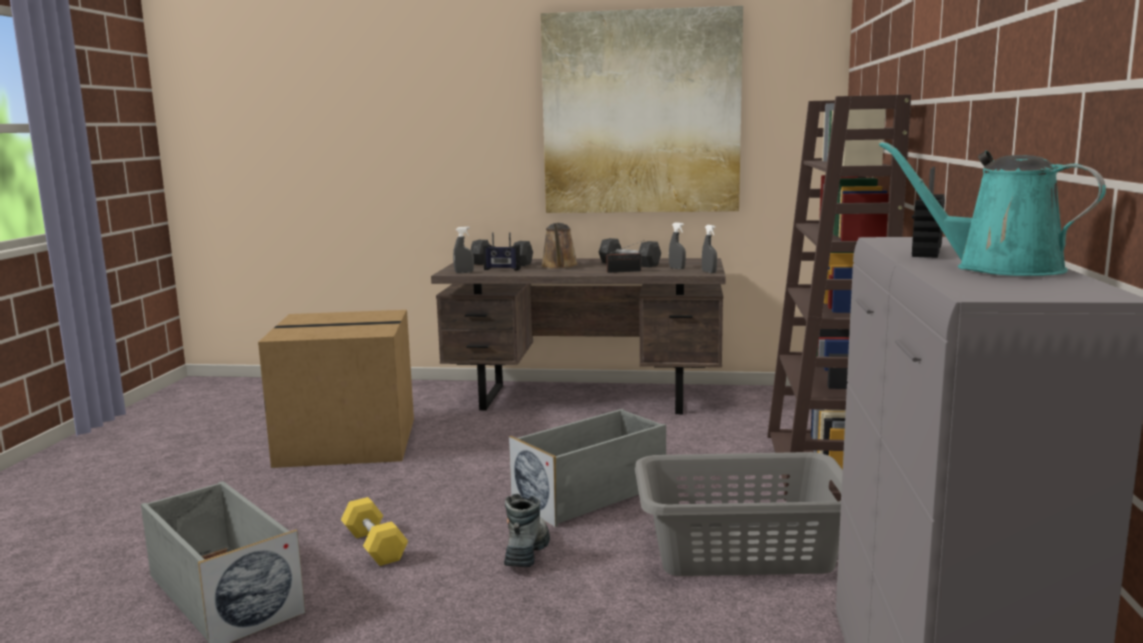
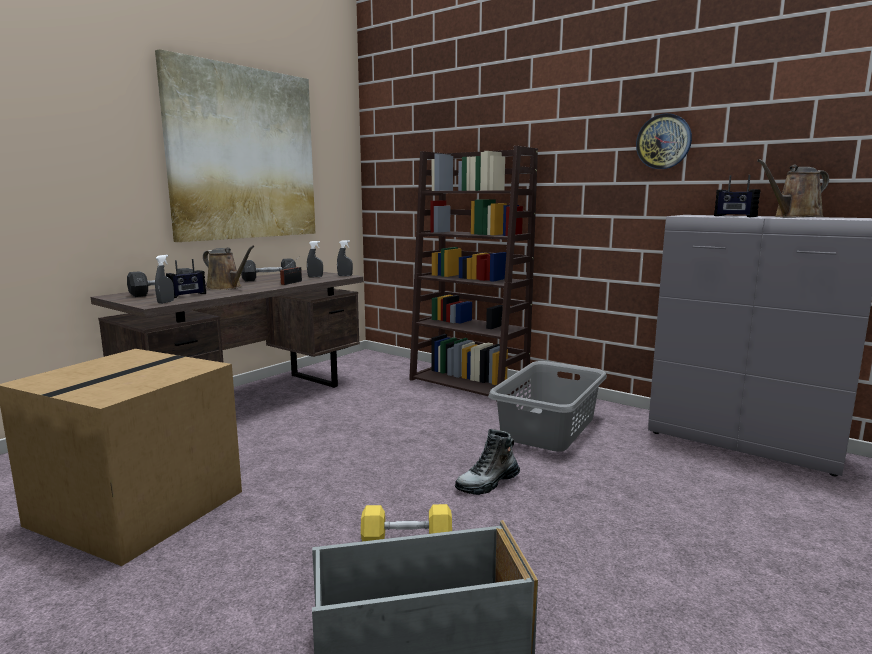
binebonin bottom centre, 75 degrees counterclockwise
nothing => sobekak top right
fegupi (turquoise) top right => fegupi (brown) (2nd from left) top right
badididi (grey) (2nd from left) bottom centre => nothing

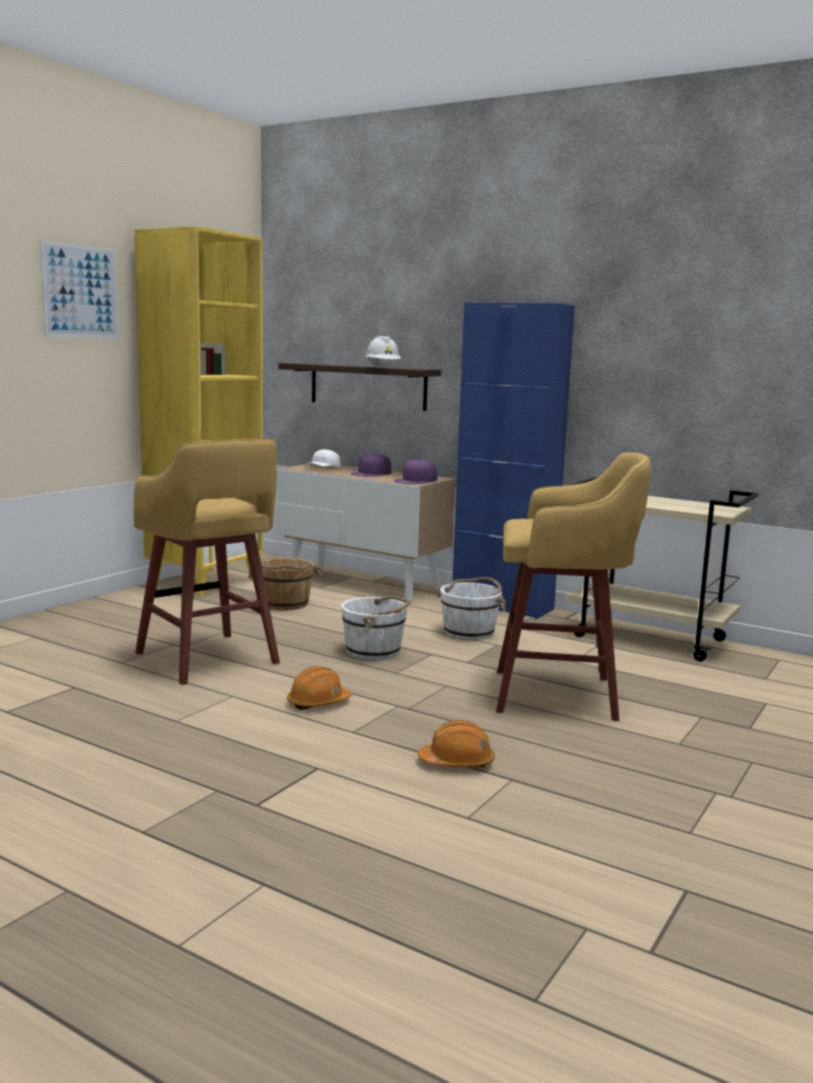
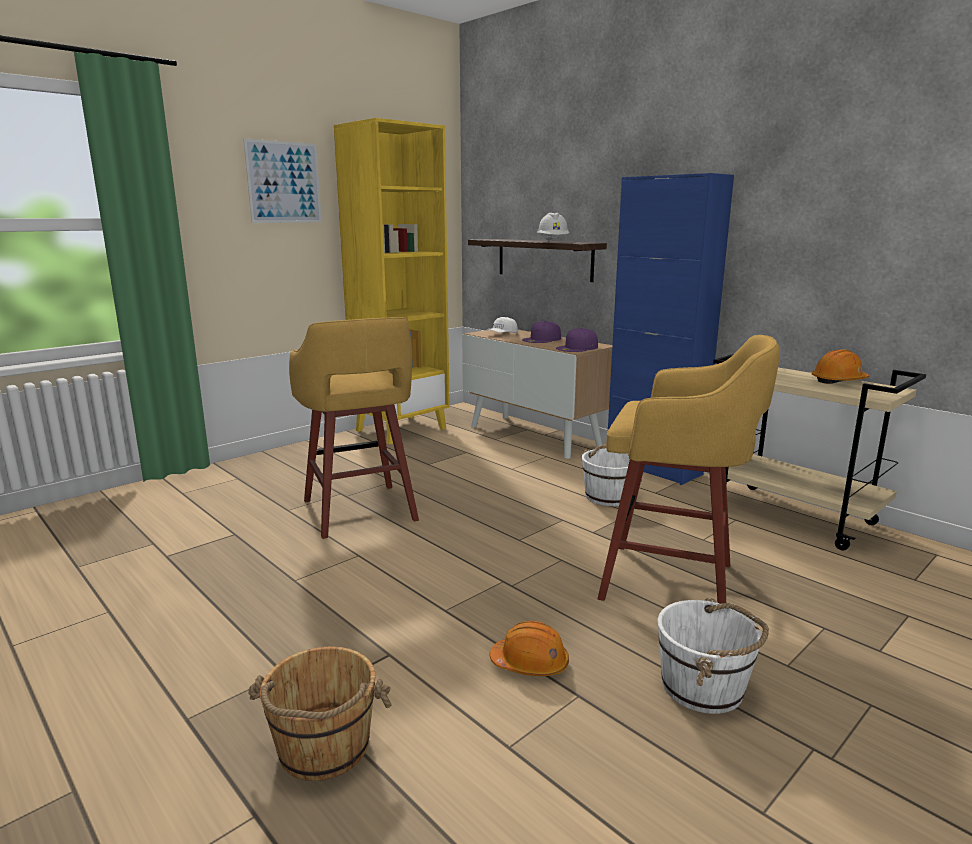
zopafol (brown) centre => zopafol (brown) bottom left, move
zopafol (white) (1st from left in the first image) centre => zopafol (white) (2nd from left) bottom right, move
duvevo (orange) (1st from left in the first image) centre => duvevo (orange) (2nd from left) middle right, move

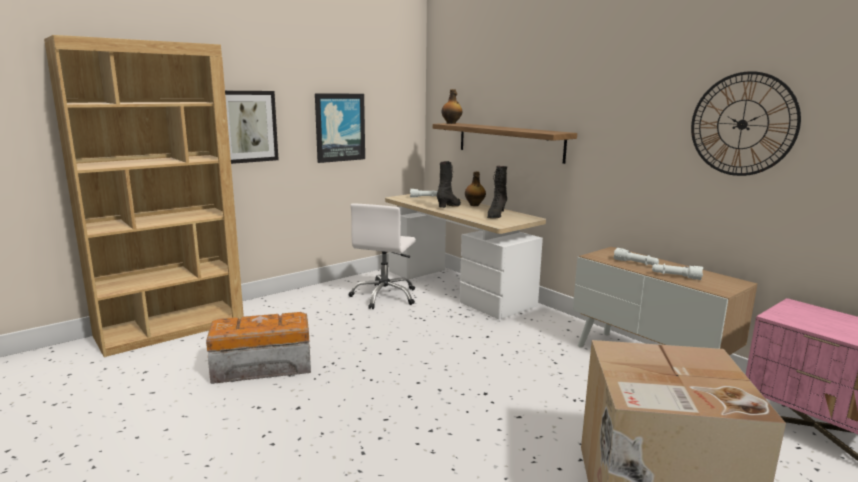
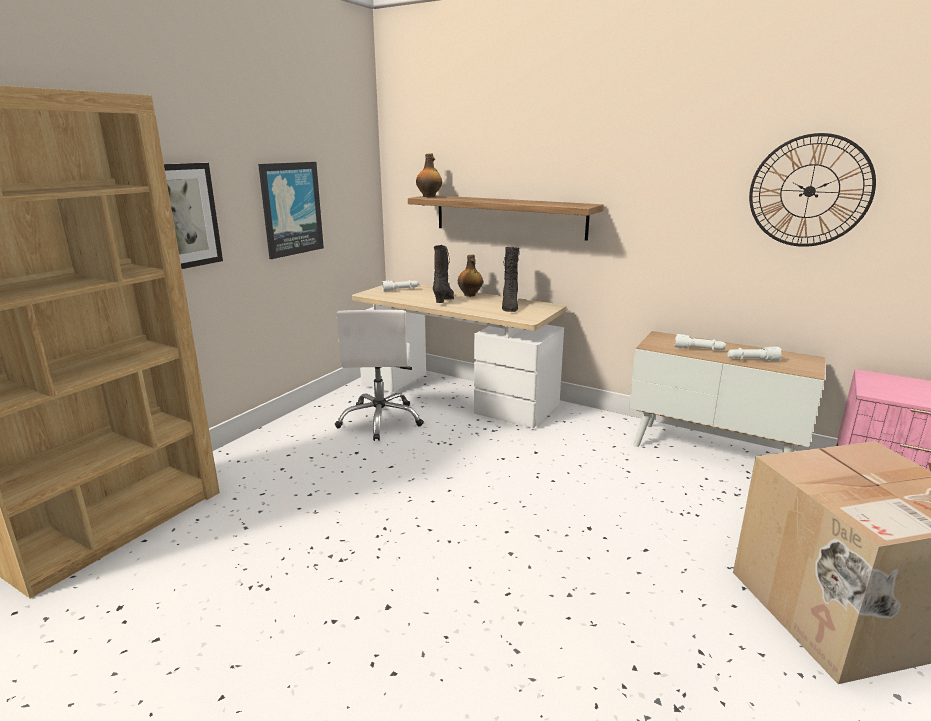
badididi bottom left => nothing

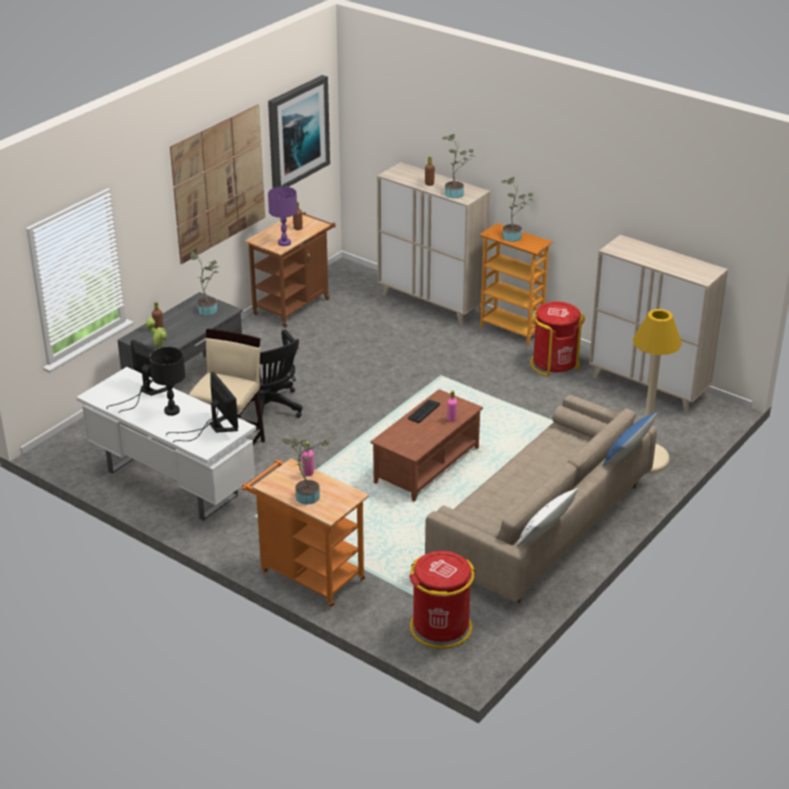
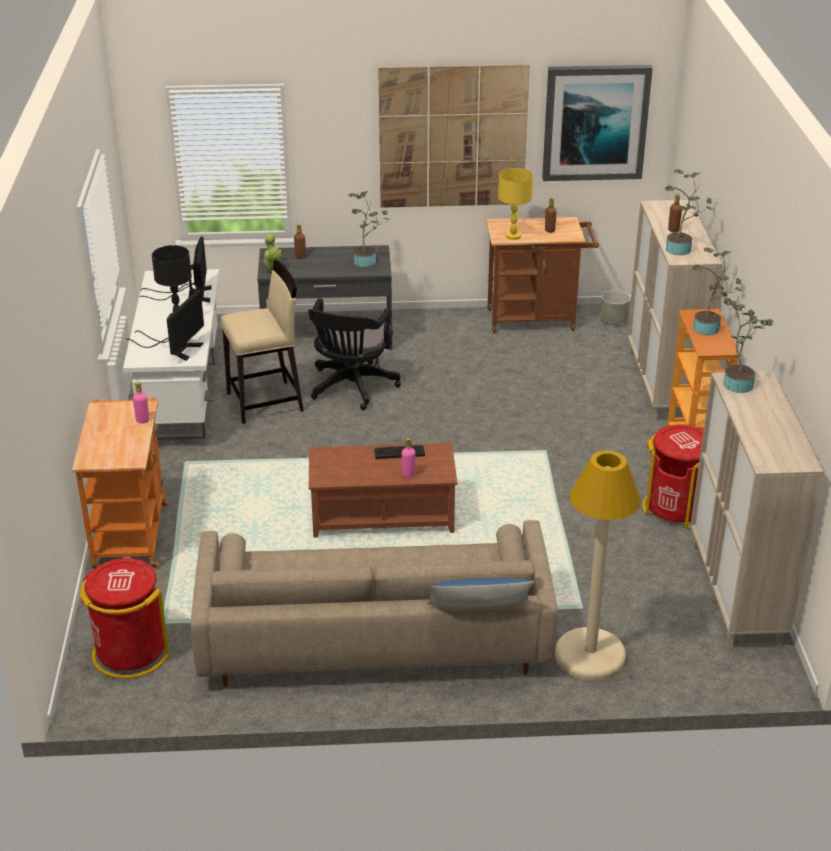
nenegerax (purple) top centre => nenegerax (yellow) top centre
nothing => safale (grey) middle right
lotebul (3rd from left in the first image) centre => lotebul (5th from left) middle right, move
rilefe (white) middle right => nothing

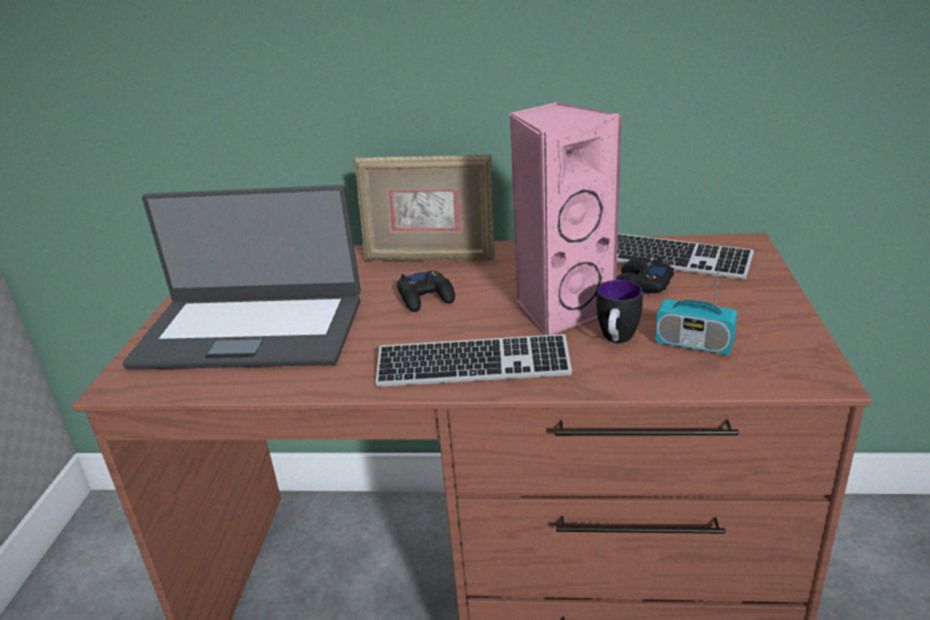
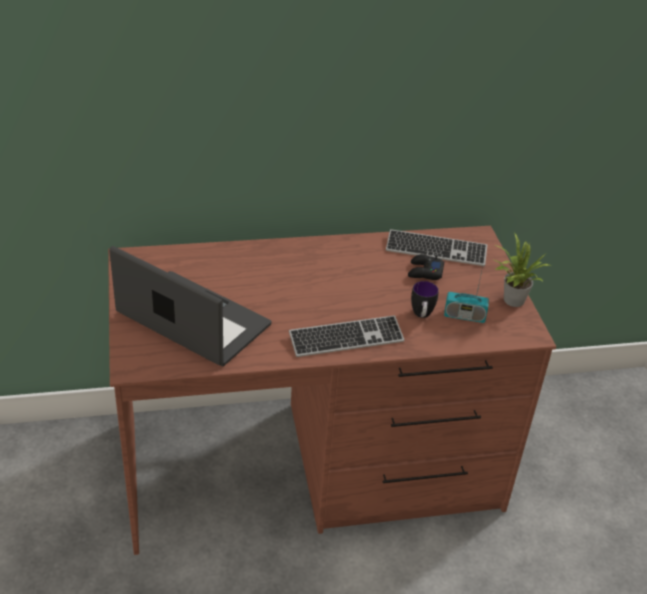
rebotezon middle left, 135 degrees counterclockwise
nothing => lotebul middle right
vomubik centre => nothing
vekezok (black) (1st from left) centre => nothing
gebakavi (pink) centre => nothing

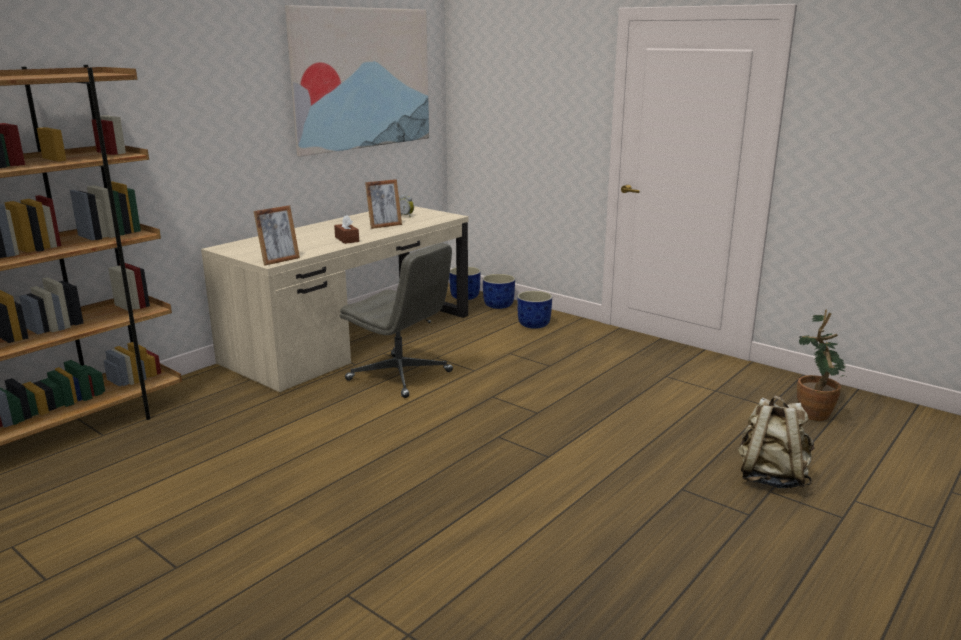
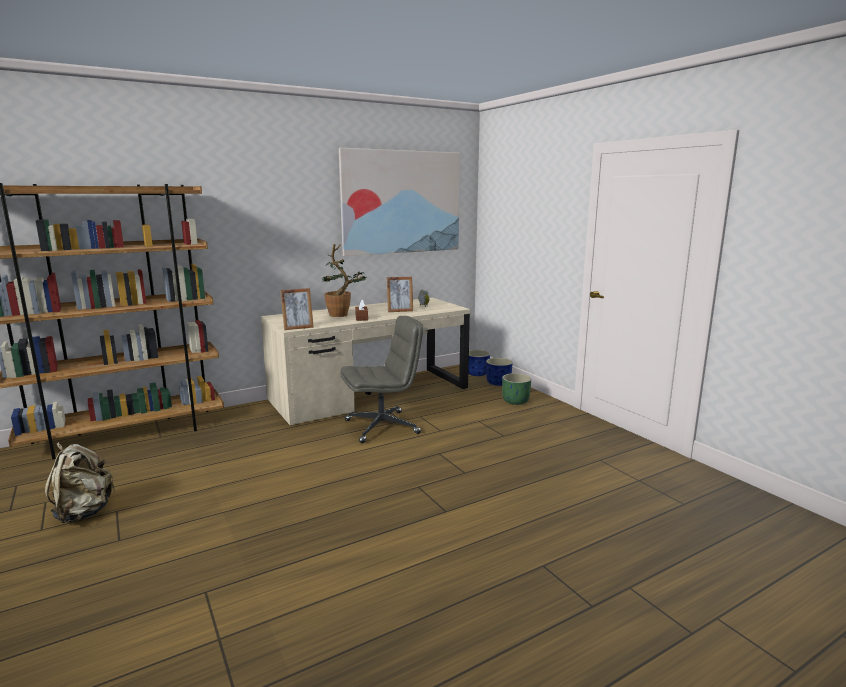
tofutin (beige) bottom right => tofutin (beige) bottom left, move
lotebul middle right => lotebul centre, move
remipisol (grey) centre, 75 degrees counterclockwise
safale (blue) (3rd from left) centre => safale (green) centre

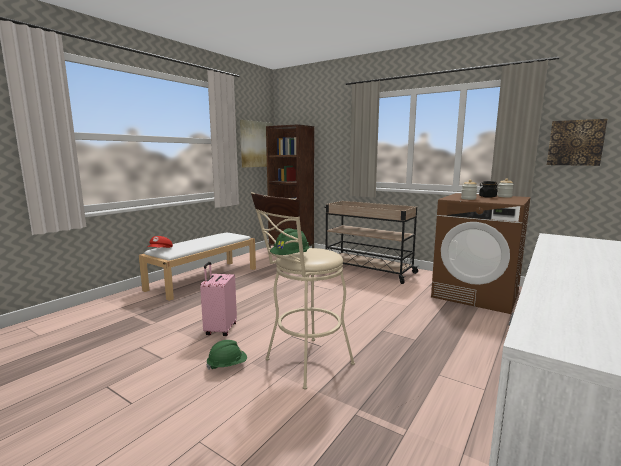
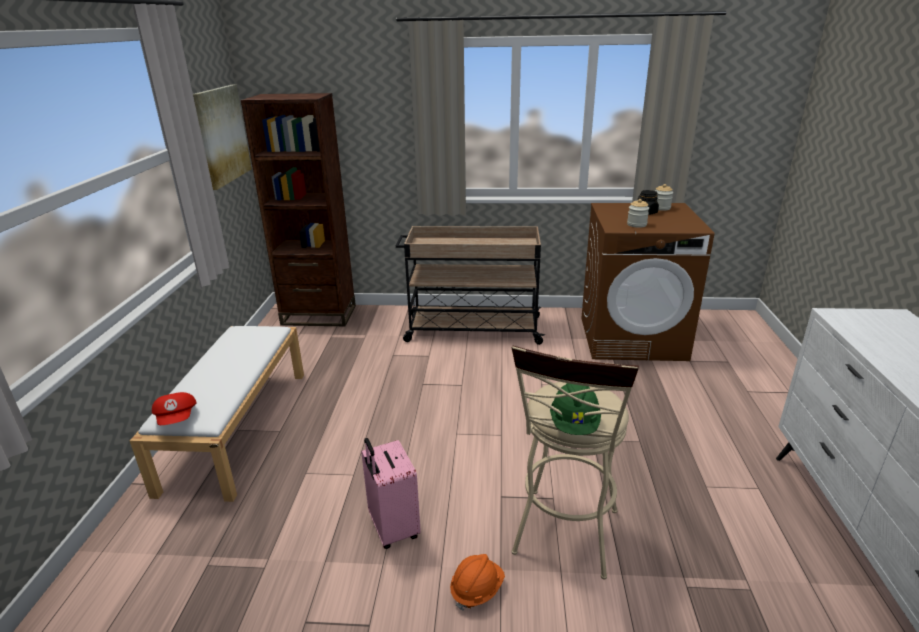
duvevo (green) (1st from left) bottom centre => duvevo (orange) bottom centre
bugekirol (2nd from left) top right => nothing

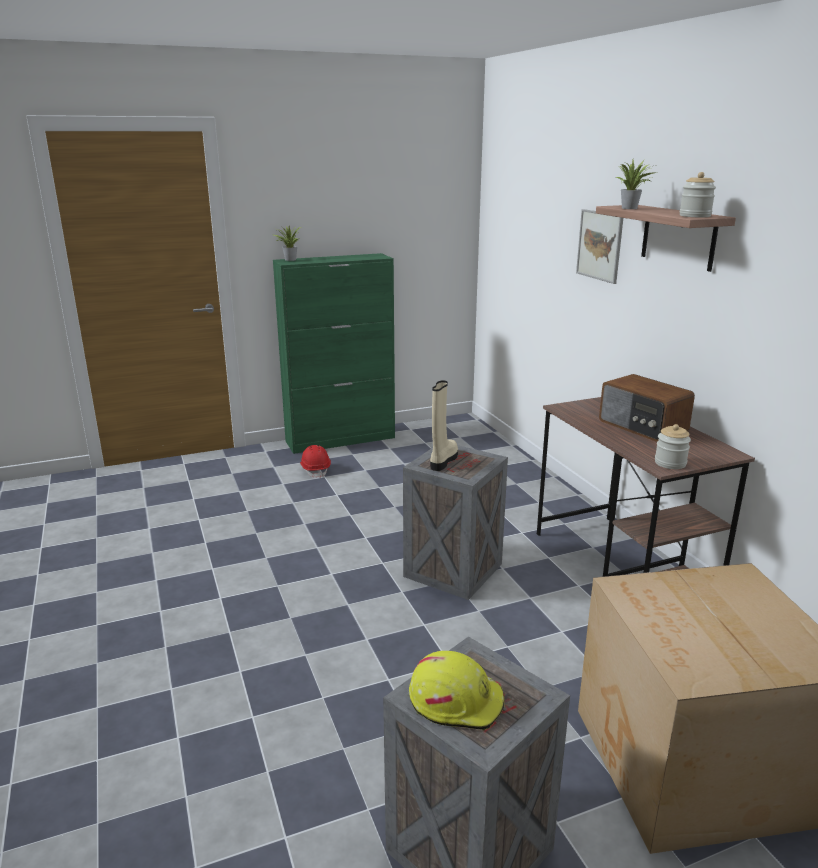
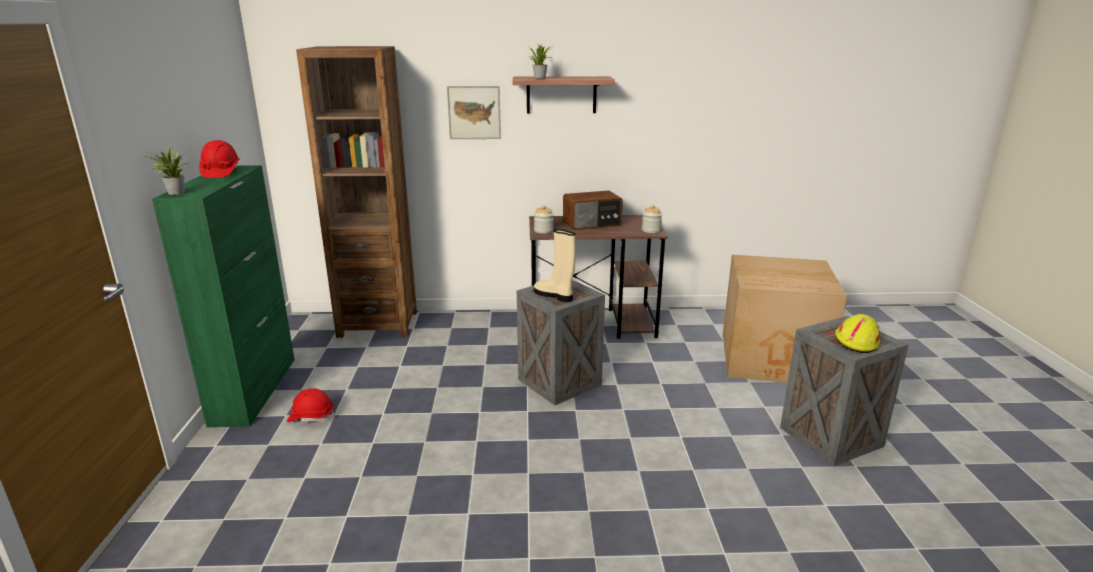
nothing => duvevo (red) (1st from left) top left
nothing => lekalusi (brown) middle left
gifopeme (2nd from left in the first image) top right => gifopeme (1st from left) centre, move

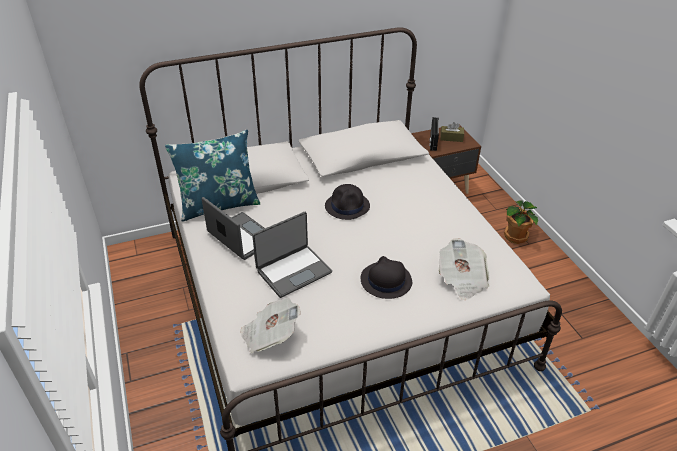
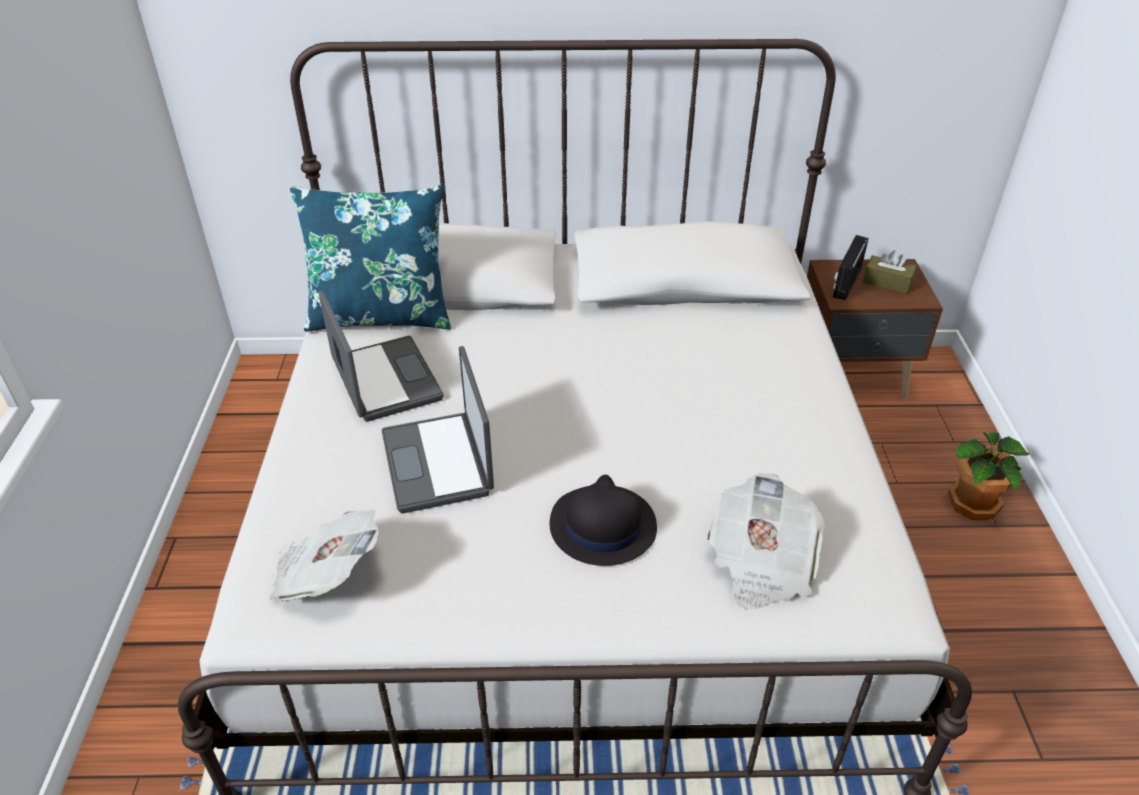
rebotezon (2nd from left) centre, 90 degrees clockwise
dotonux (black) (1st from left) centre => nothing

